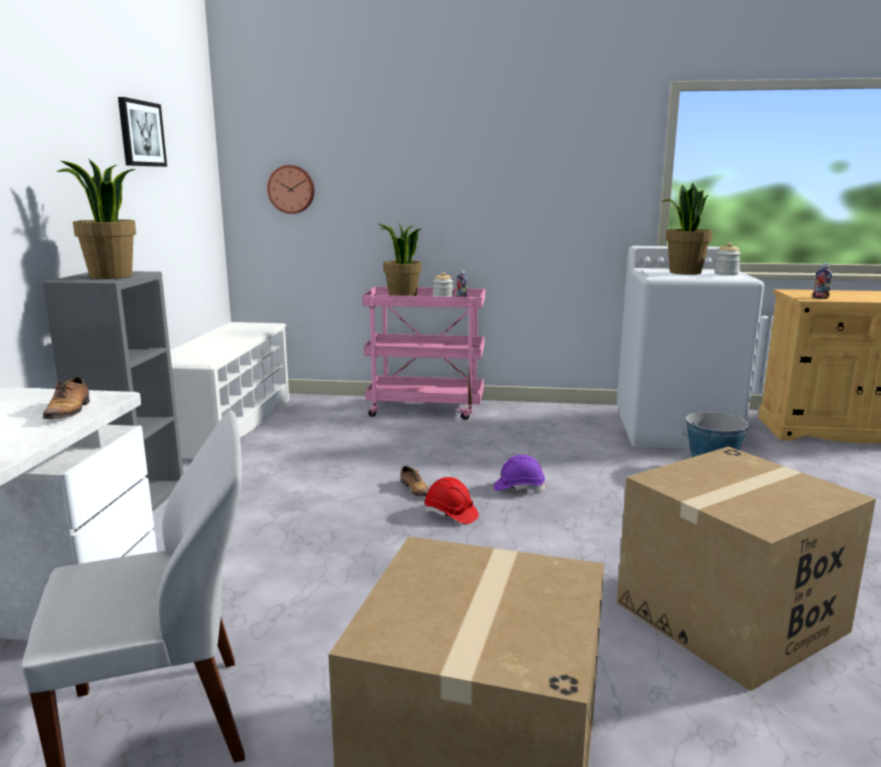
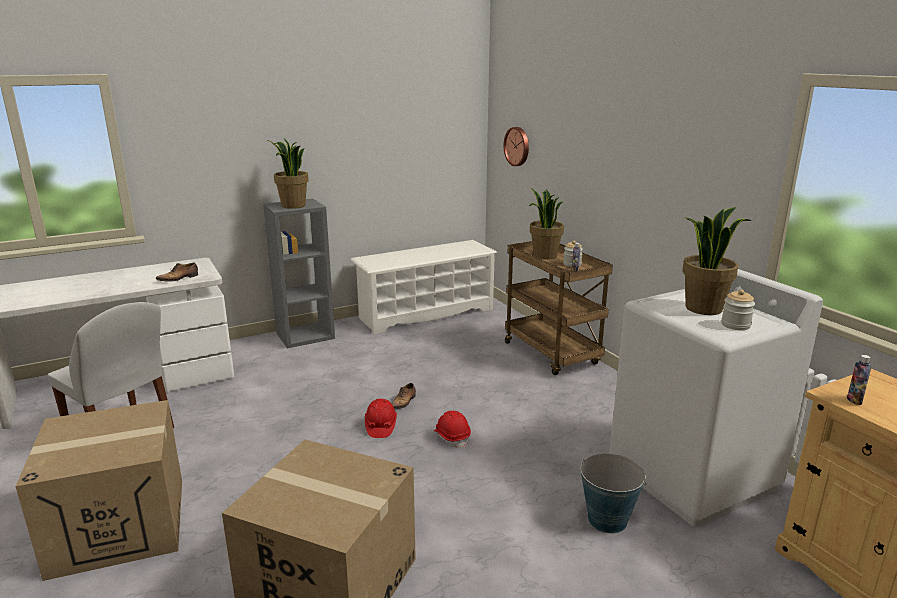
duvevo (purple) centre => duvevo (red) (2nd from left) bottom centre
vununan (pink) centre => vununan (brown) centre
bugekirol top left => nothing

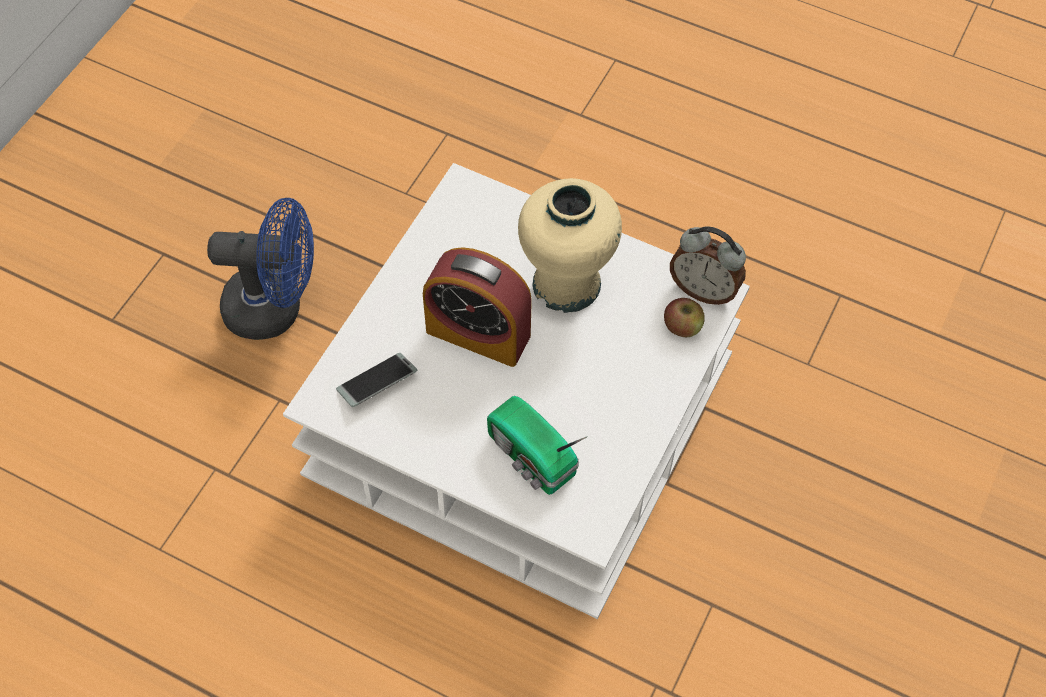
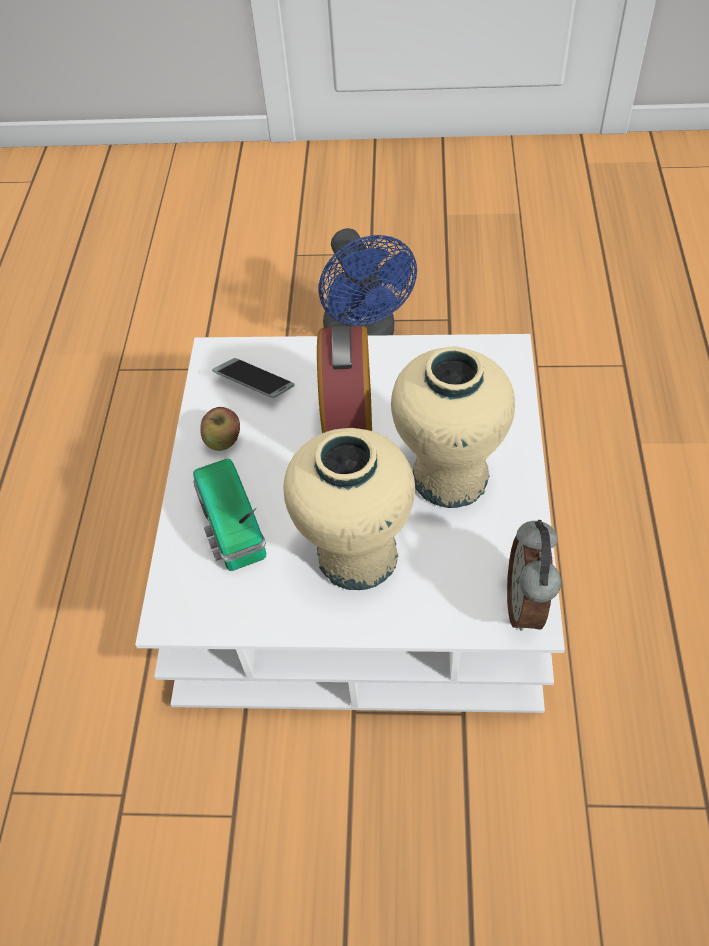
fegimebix centre => fegimebix middle left, 45 degrees counterclockwise
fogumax centre => fogumax middle left, move
nothing => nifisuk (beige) (1st from left) centre

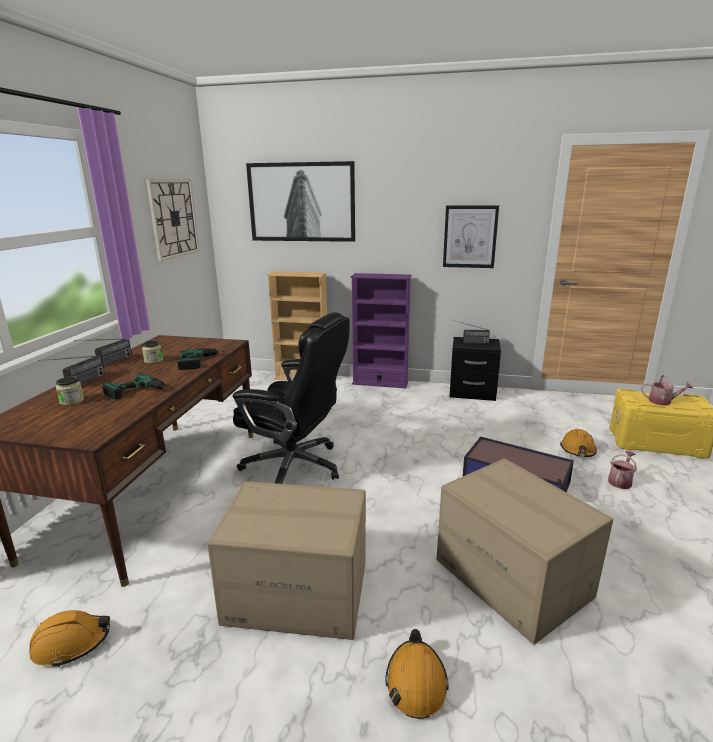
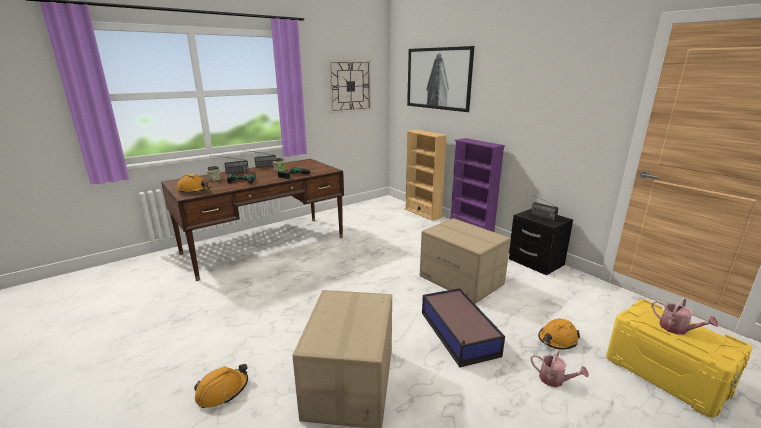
duvevo (orange) (1st from left) bottom left => duvevo (orange) (1st from left) middle left, move
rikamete (1st from left in the first image) bottom centre => rikamete (2nd from left) centre, move
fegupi (1st from left) middle right => fegupi (1st from left) bottom right, 45 degrees clockwise
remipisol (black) centre => nothing
bugekirol (2nd from left) top centre => nothing

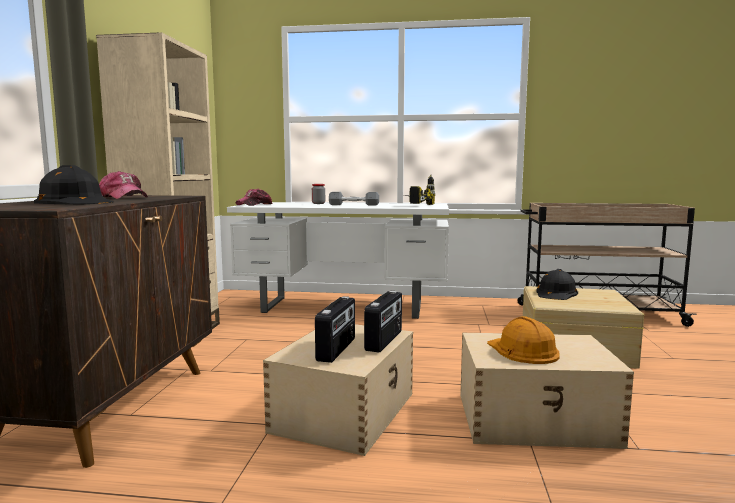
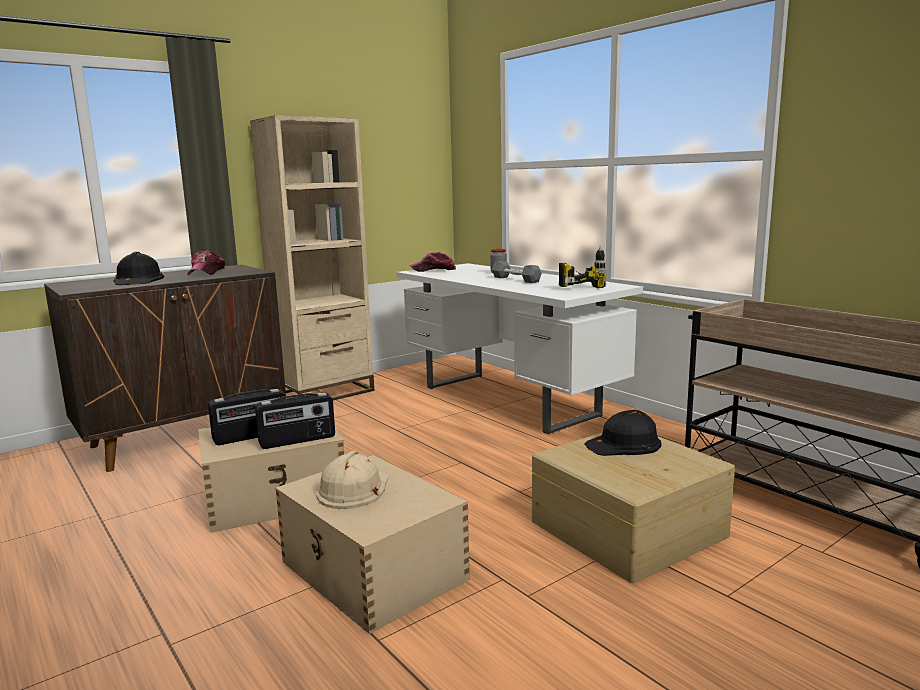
duvevo (orange) bottom right => duvevo (beige) bottom centre

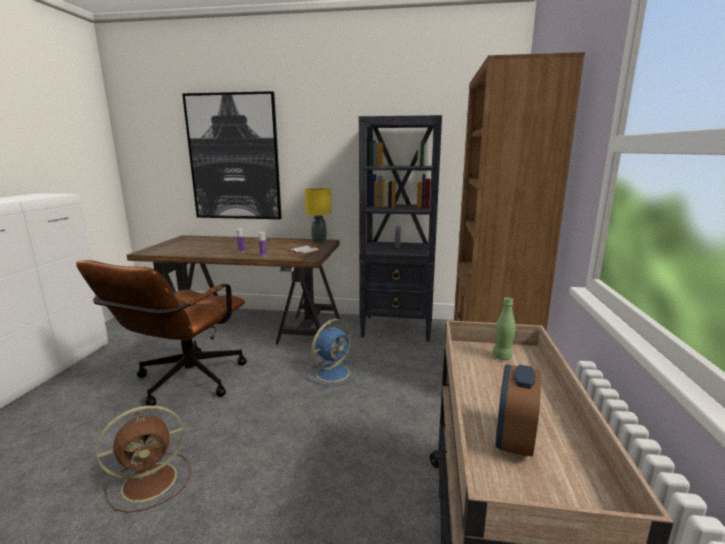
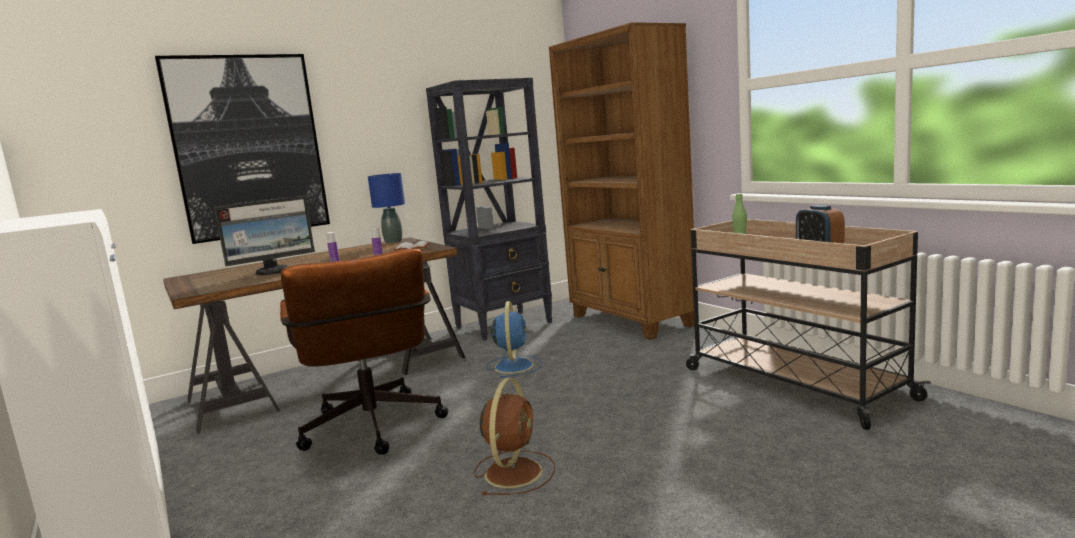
nothing => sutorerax middle left
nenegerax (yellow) centre => nenegerax (blue) centre

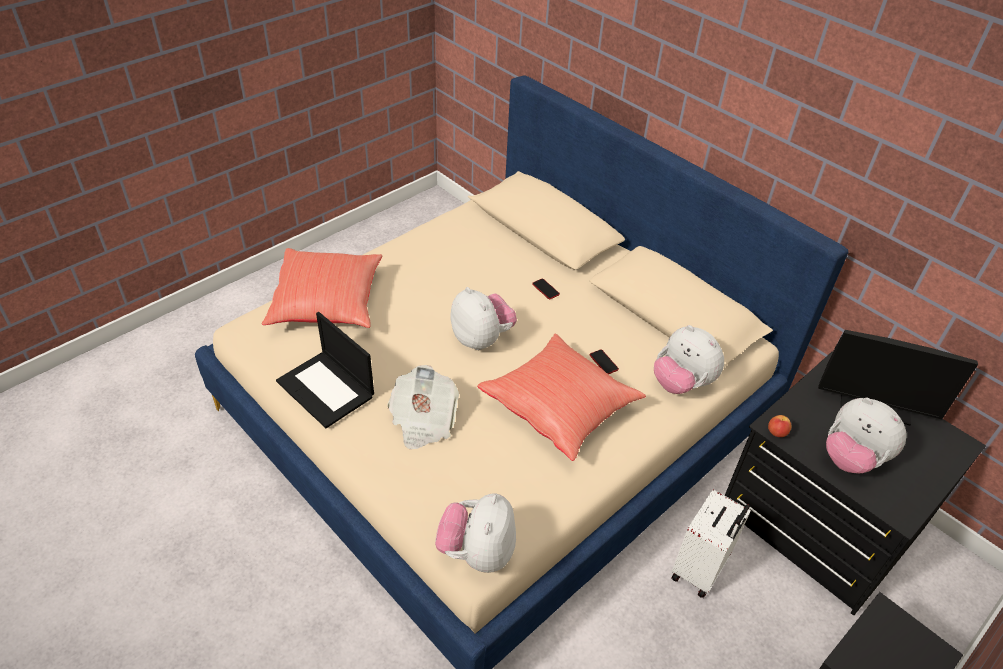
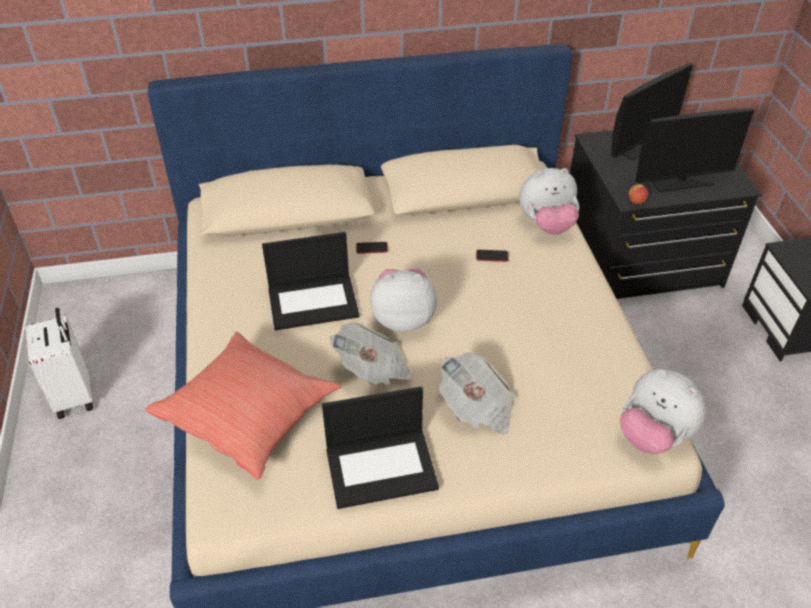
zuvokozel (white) bottom right => zuvokozel (white) middle left, move
nothing => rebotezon (1st from left) centre
nothing => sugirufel (1st from left) centre
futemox (4th from left) middle right => sutorerax (2nd from left) top right
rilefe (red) (2nd from left) centre => nothing

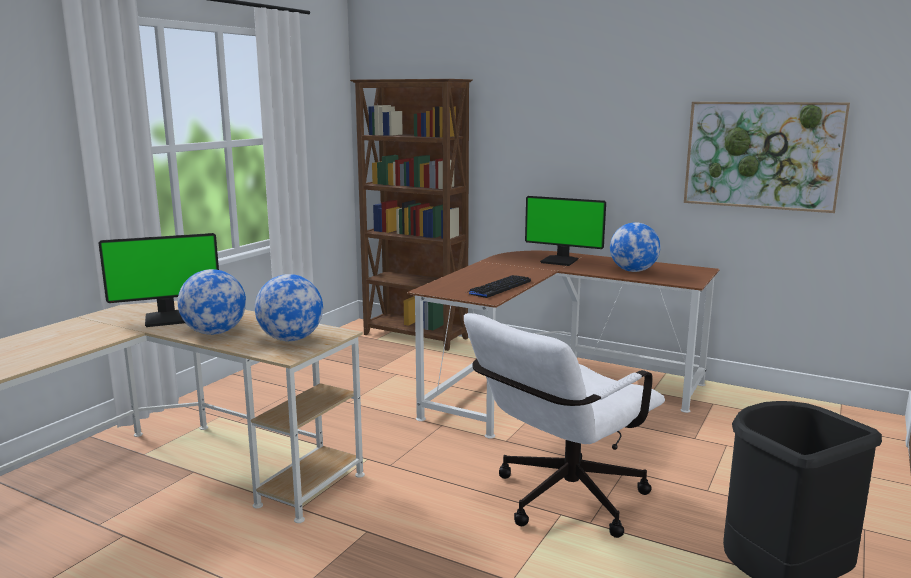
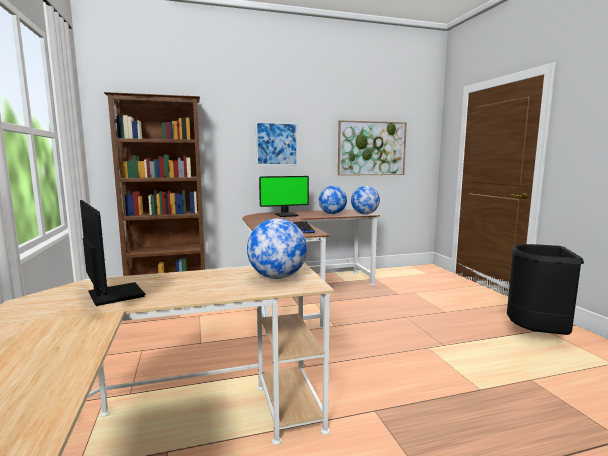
sutorerax (1st from left) middle left, 60 degrees counterclockwise
nothing => bugekirol (1st from left) top centre
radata (1st from left in the first image) middle left => radata (3rd from left) centre, move
remipisol (white) bottom centre => nothing

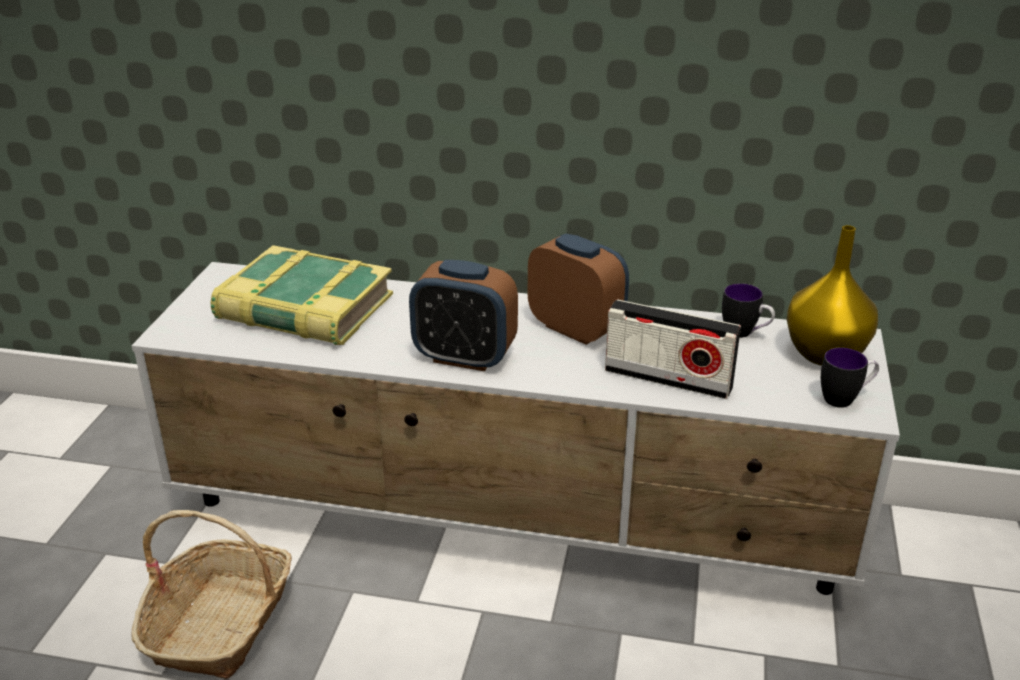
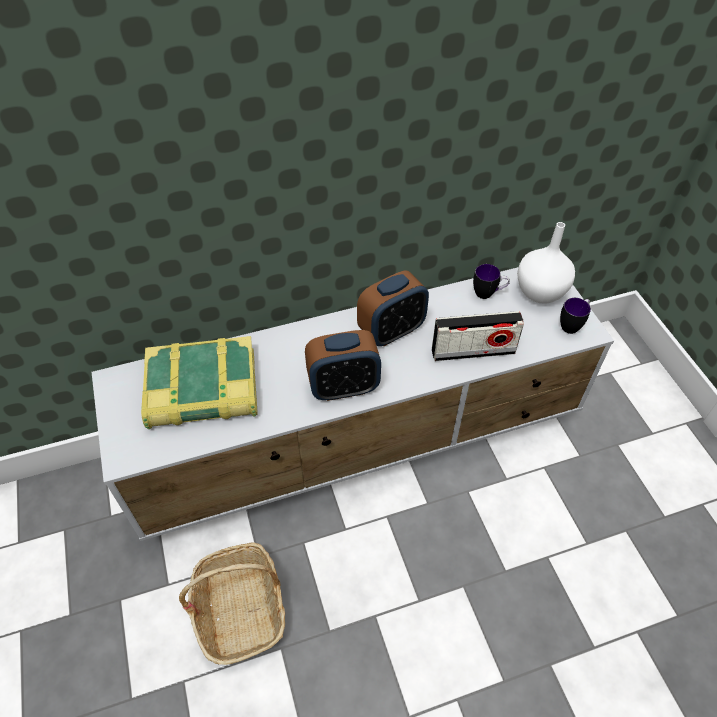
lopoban (2nd from left) centre, 135 degrees clockwise
nifisuk (yellow) middle right => nifisuk (white) middle right

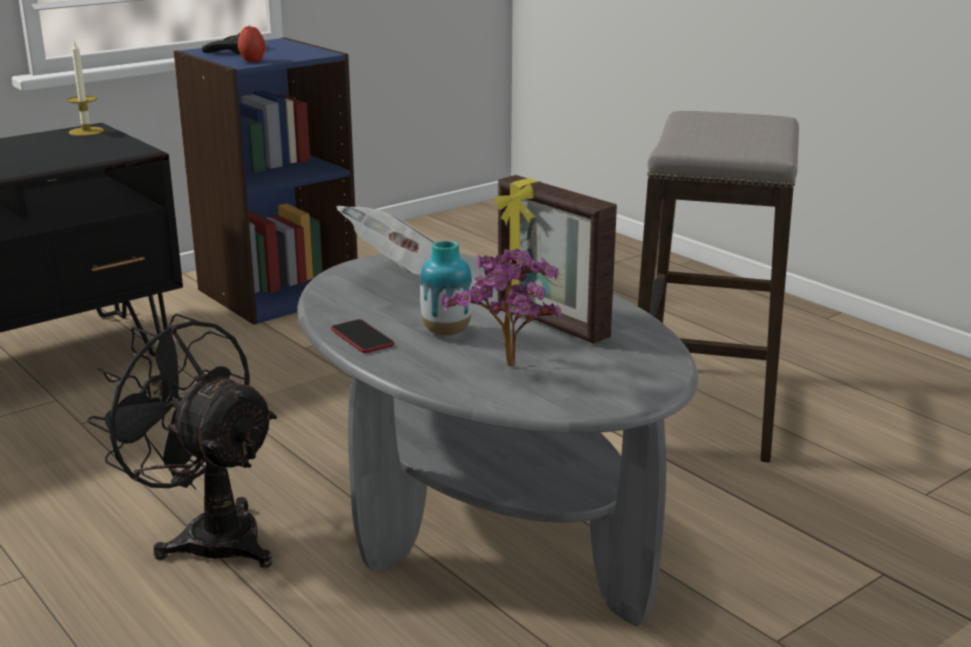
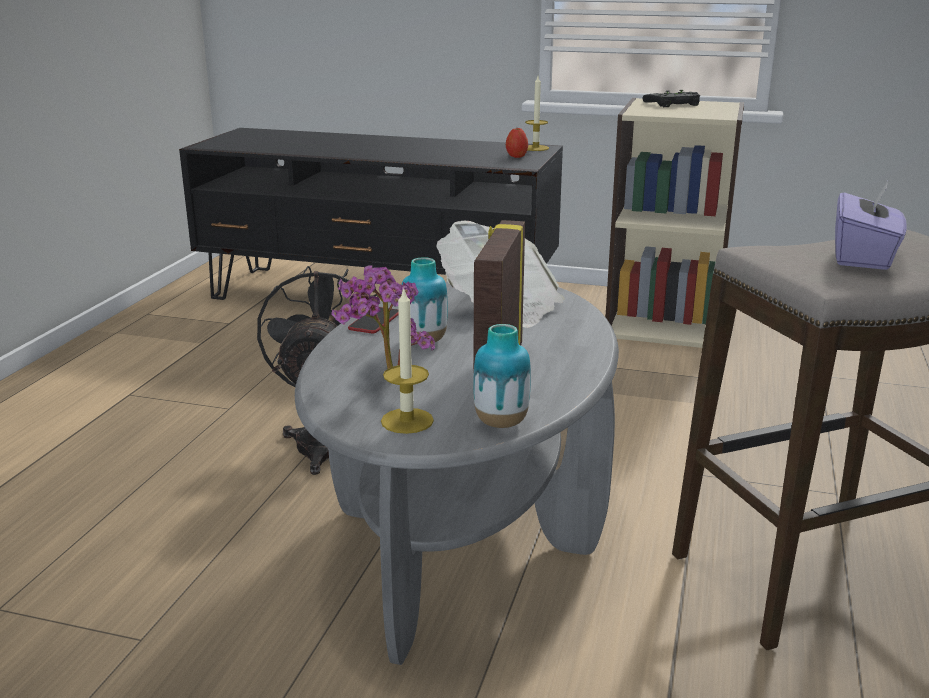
nothing => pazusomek (1st from left) centre
nothing => nifisuk (2nd from left) centre
fogumax top left => fogumax top centre, move
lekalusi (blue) top left => lekalusi (beige) top right
nothing => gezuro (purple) top right

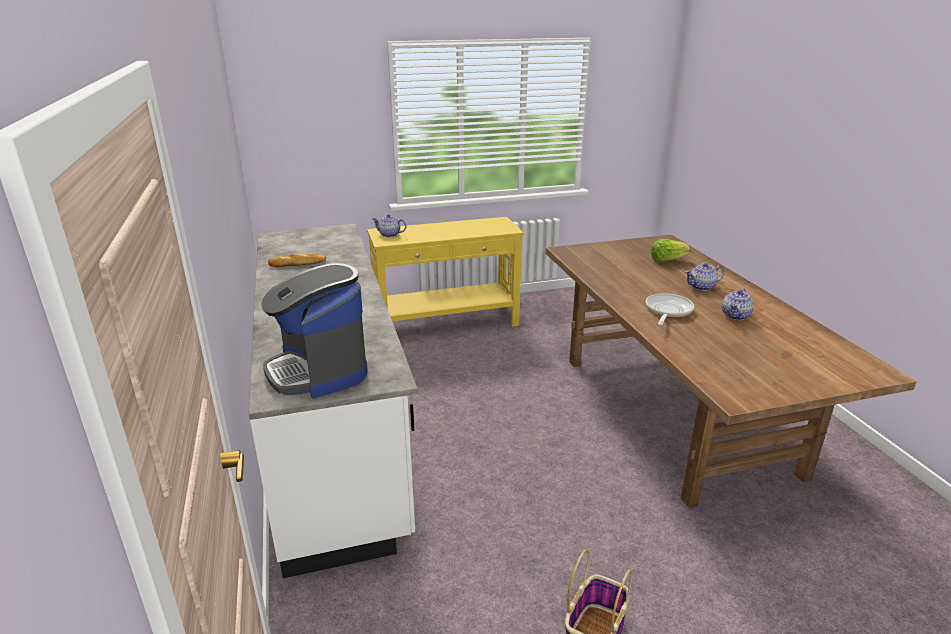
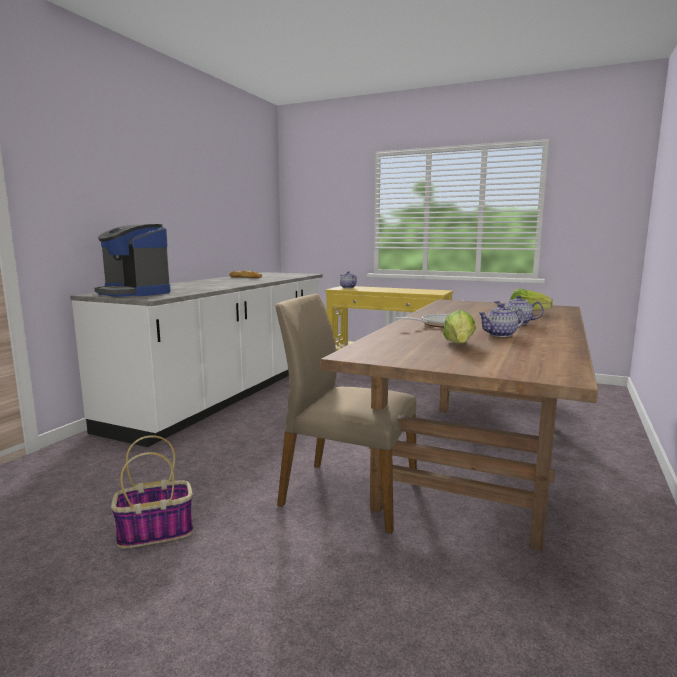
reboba middle left, 60 degrees counterclockwise
nothing => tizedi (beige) centre
nothing => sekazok (1st from left) middle right

